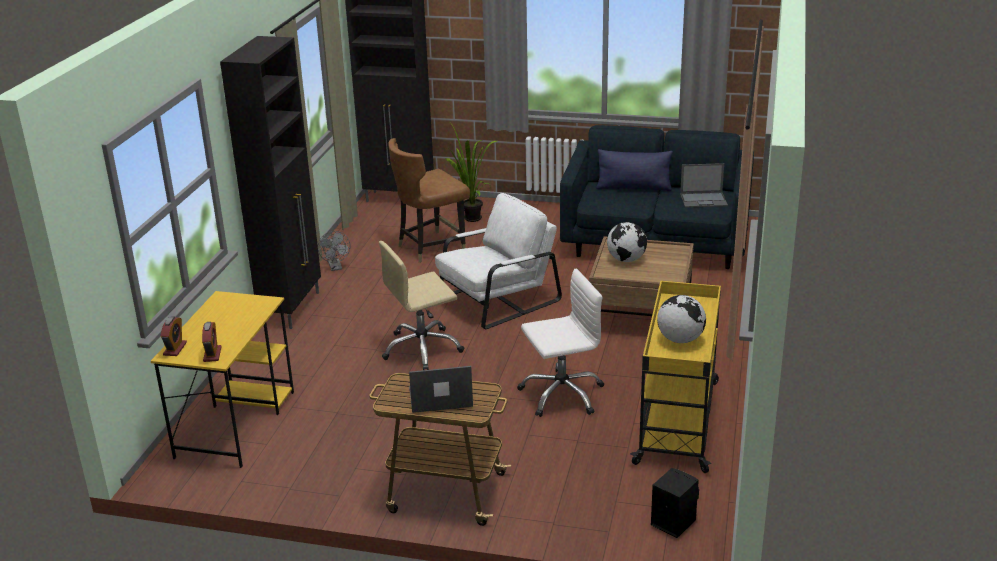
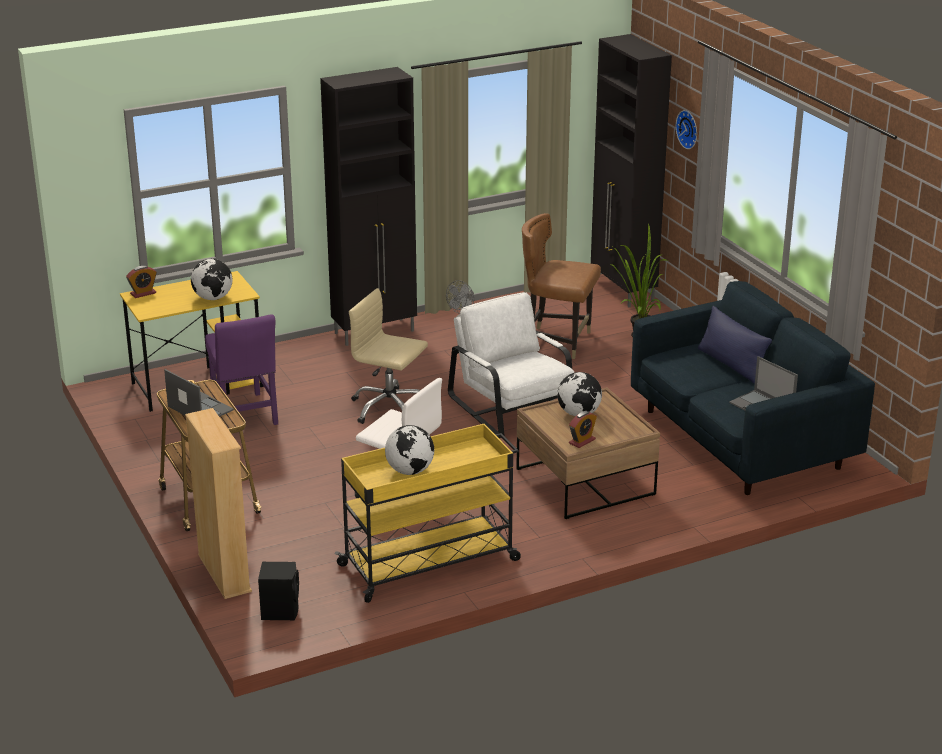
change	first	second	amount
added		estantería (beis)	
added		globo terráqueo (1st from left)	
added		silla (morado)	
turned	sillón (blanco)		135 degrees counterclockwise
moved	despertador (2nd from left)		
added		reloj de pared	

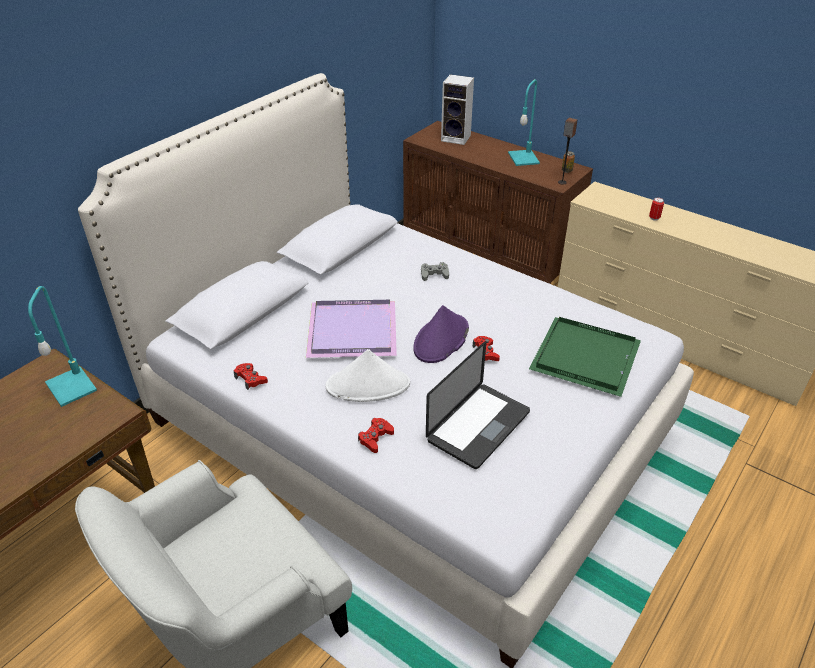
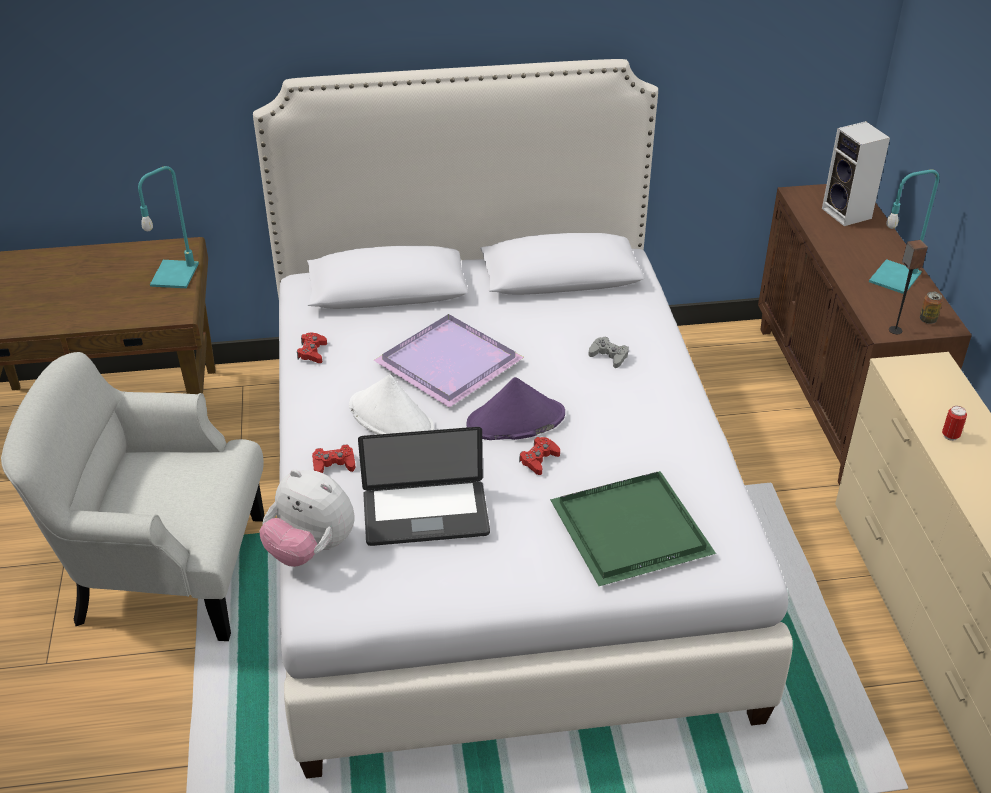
change	first	second	amount
added		peluche	

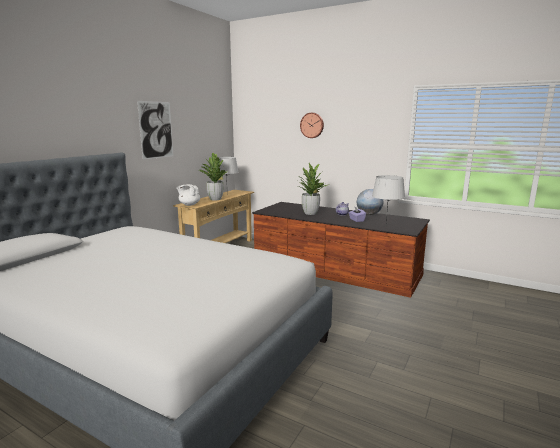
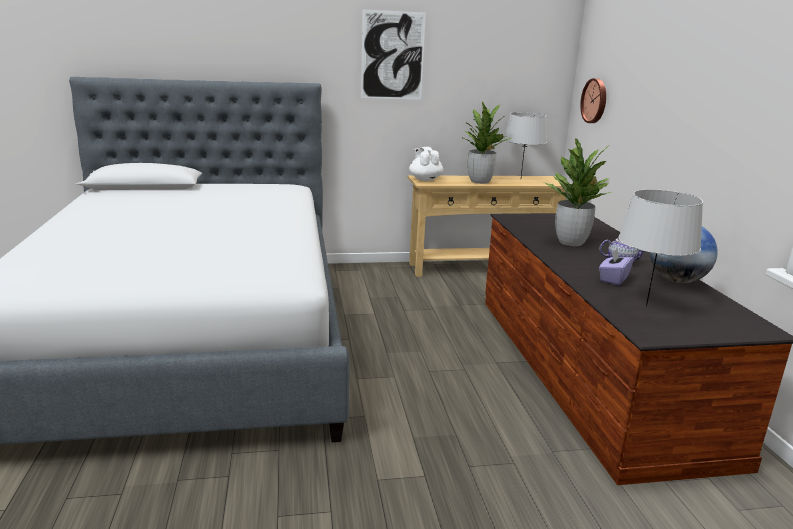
change	first	second	amount
moved	reloj de pared		

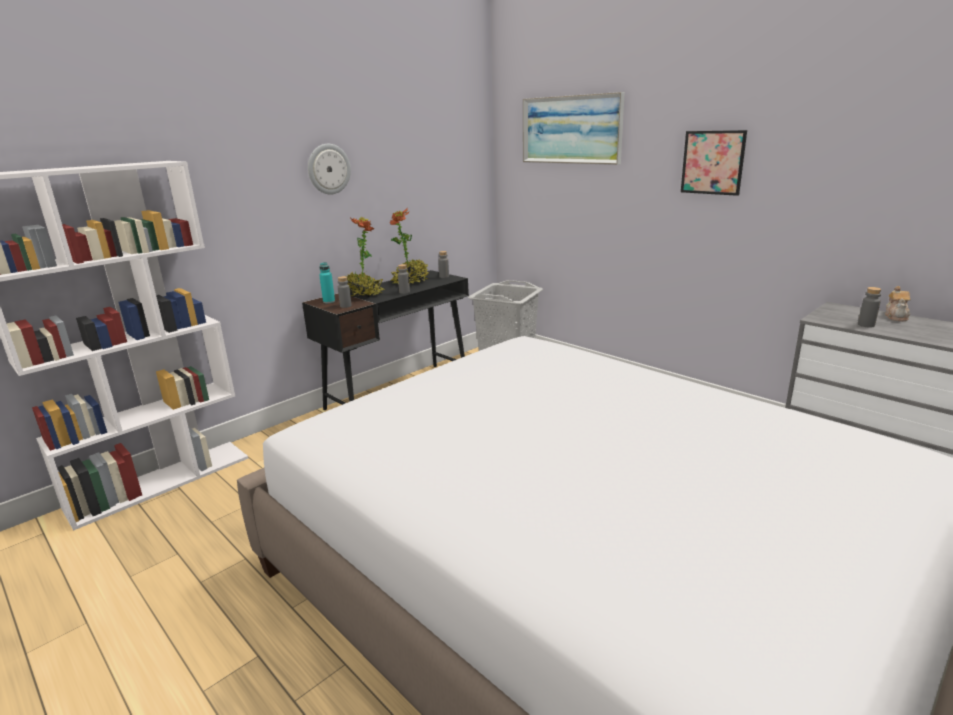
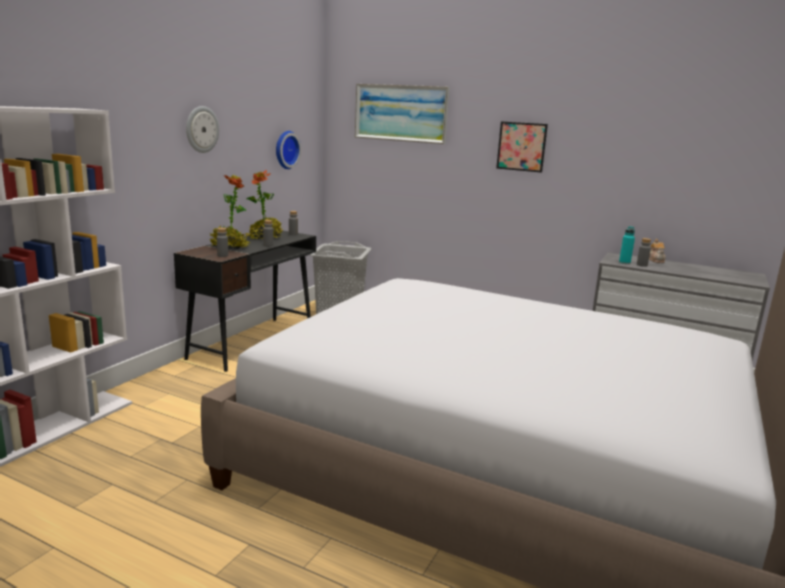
change	first	second	amount
added		reloj de pared (2nd from left)	
moved	botella (turquesa)		

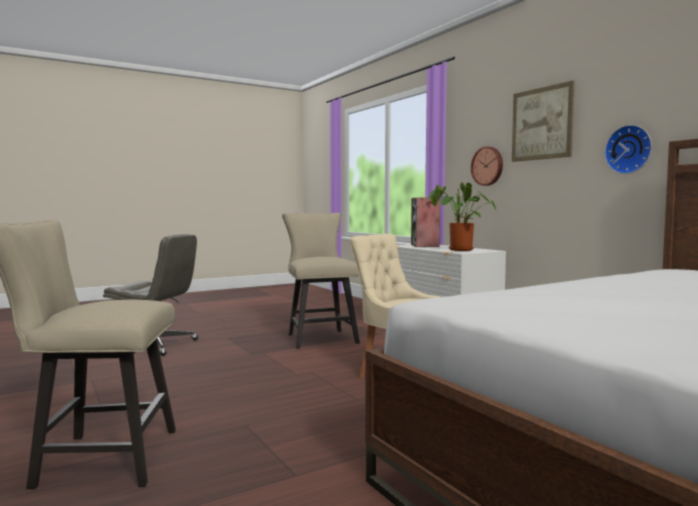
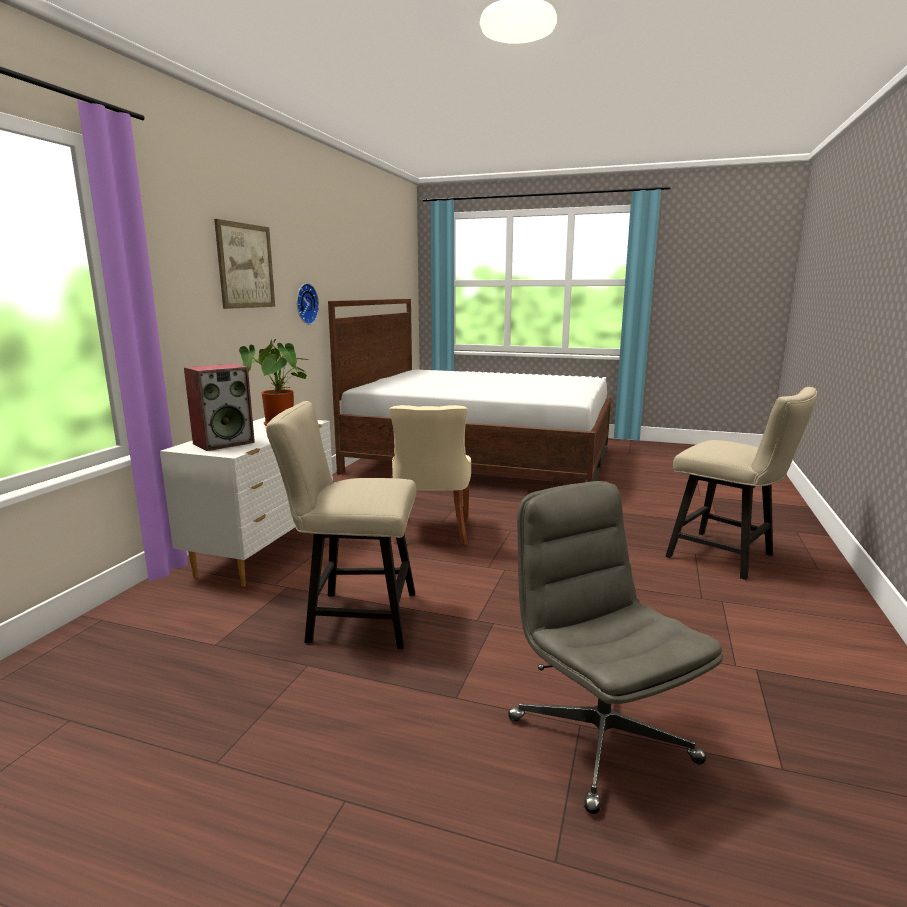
change	first	second	amount
turned	silla (beis) (2nd from left in the first image)	silla (beis) (1st from left)	60 degrees clockwise
removed	reloj de pared (1st from left)		

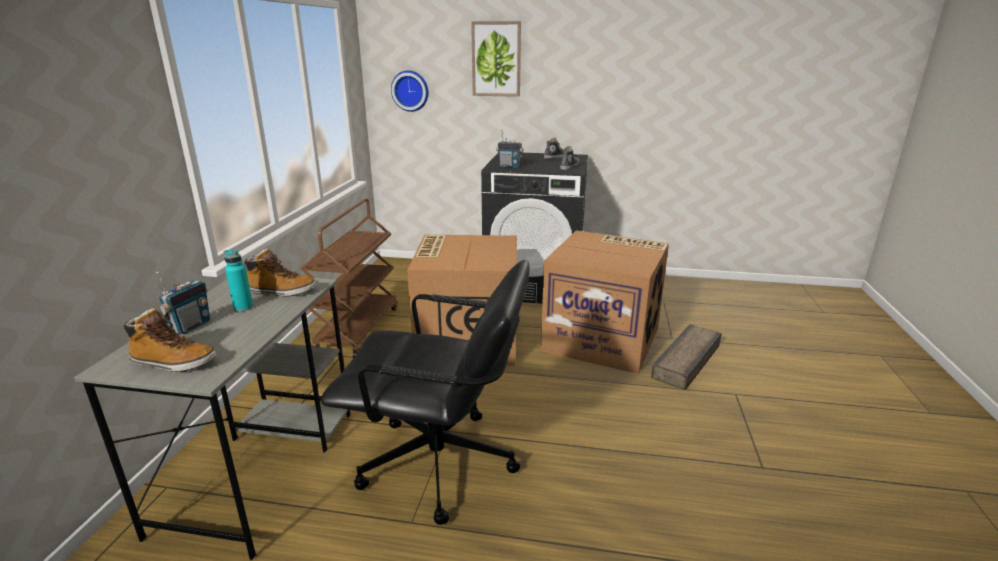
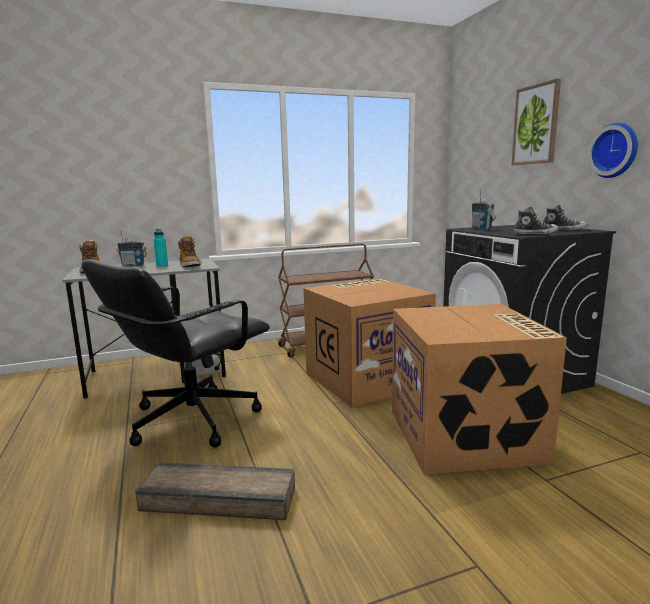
change	first	second	amount
turned	silla de oficina (negro)		60 degrees clockwise
moved	caja de embalaje		
moved	reloj de pared		

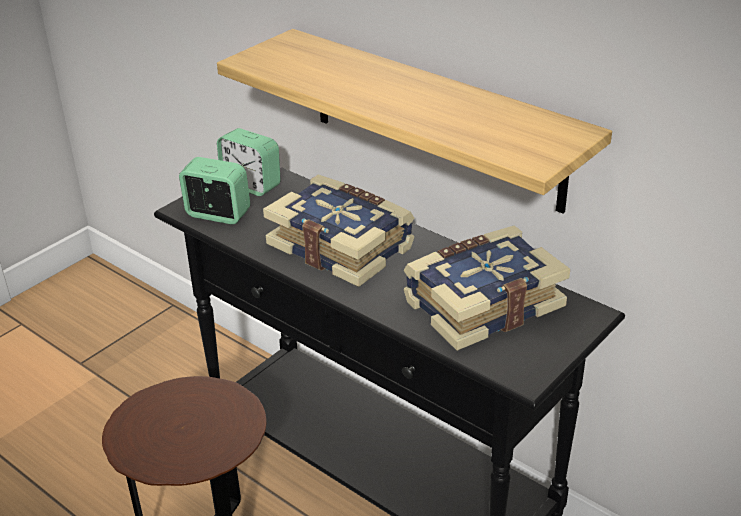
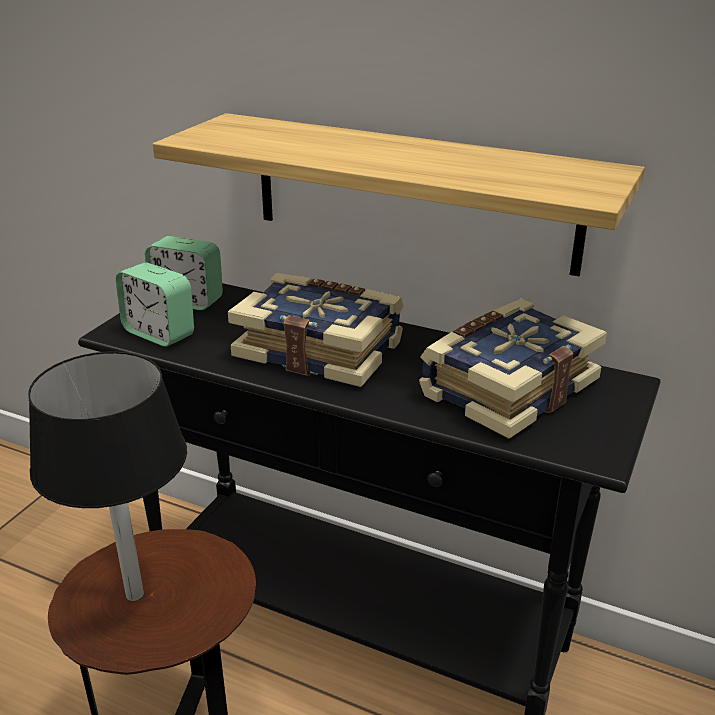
change	first	second	amount
added		lámpara de mesa (negro)	
turned	despertador (1st from left)		150 degrees counterclockwise

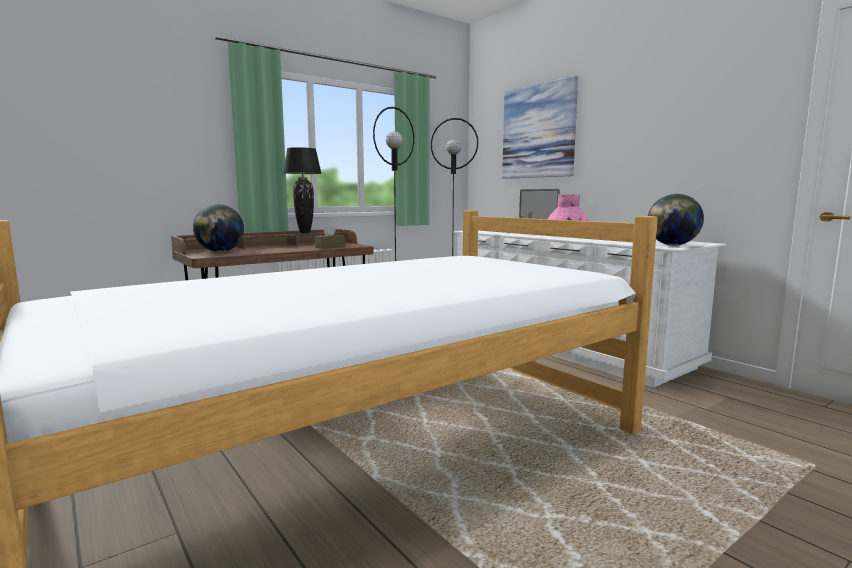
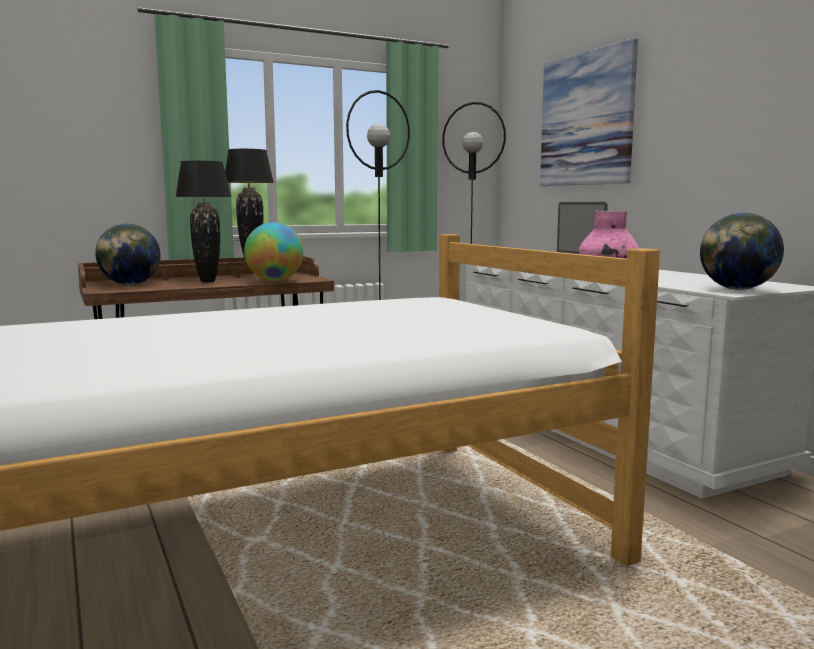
change	first	second	amount
added		lámpara de mesa (negro) (1st from left)	
replaced	caja de pañuelos (marrón)	globo terráqueo (2nd from left)	

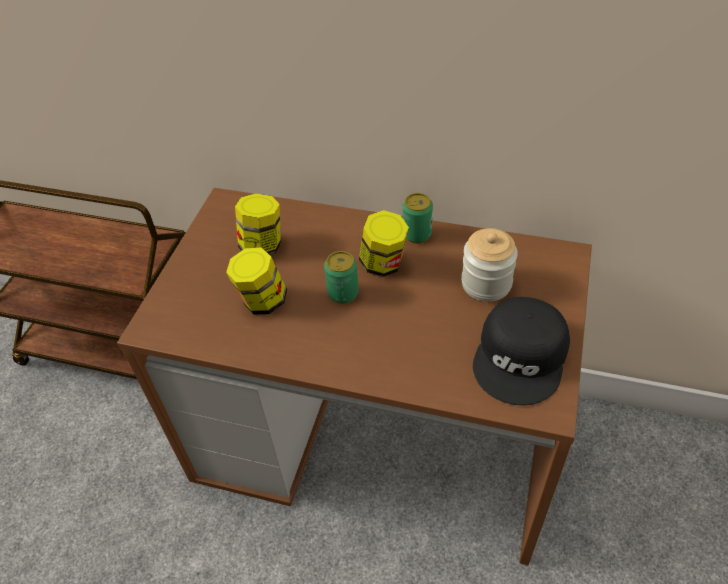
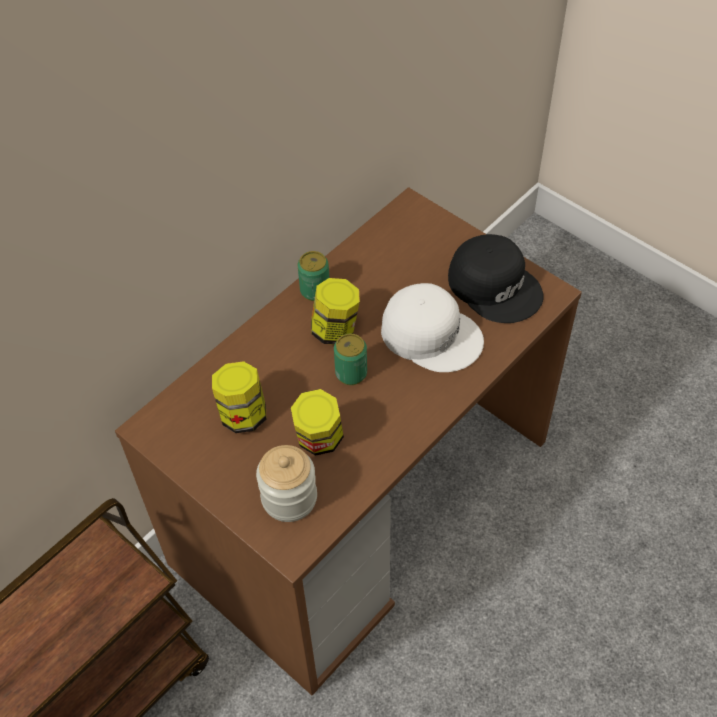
change	first	second	amount
moved	tarro (4th from left in the first image)	tarro (2nd from left)	
added		gorra (blanco)	

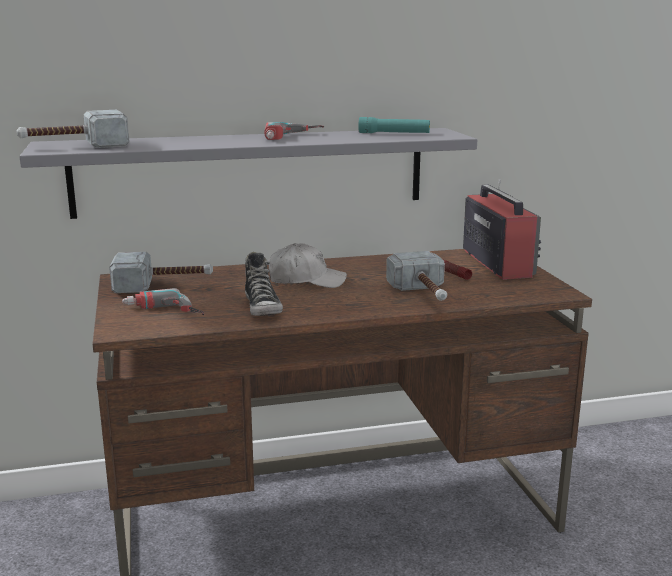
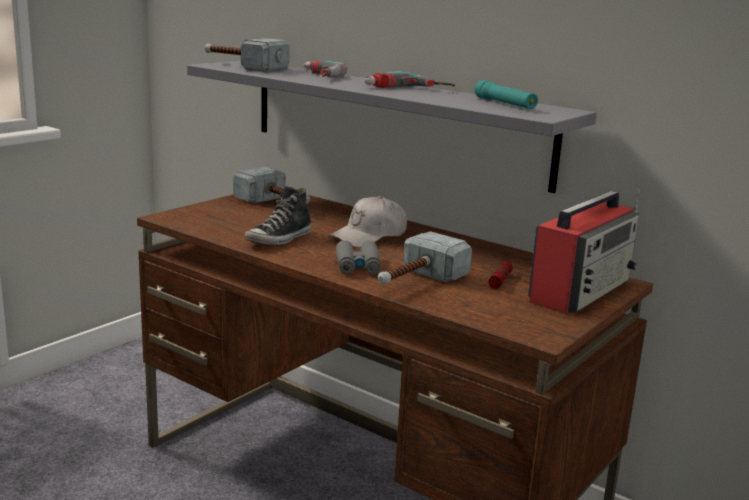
change	first	second	amount
moved	taladro (1st from left)		
turned	gorra (blanco)		90 degrees clockwise
added		prismáticos (gris)	

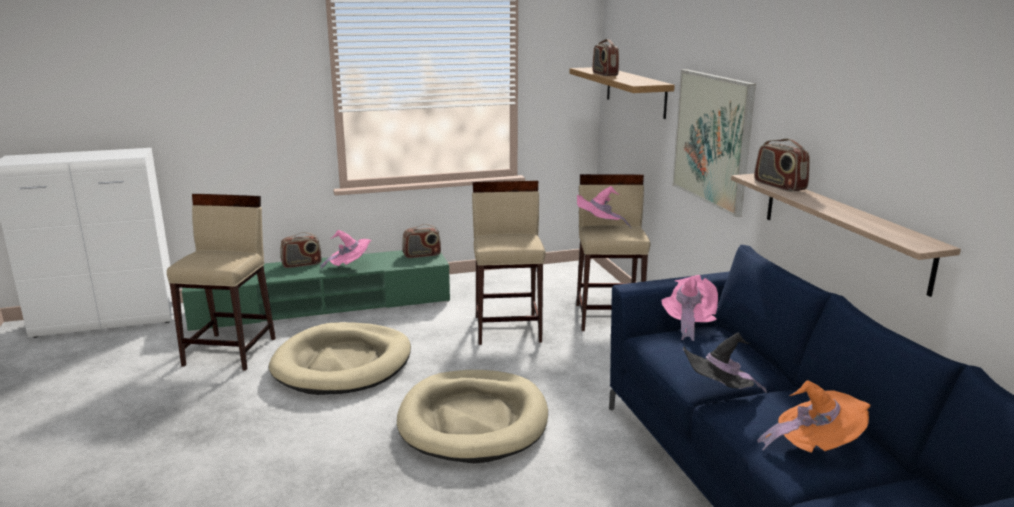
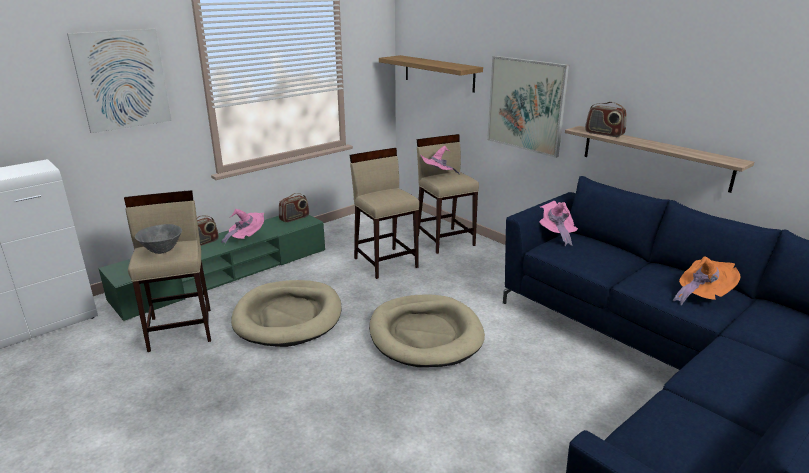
change	first	second	amount
added		cuadro (1st from left)	
added		cuenco (gris)	
removed	radio (3rd from left)		
removed	sombrero (negro)		

